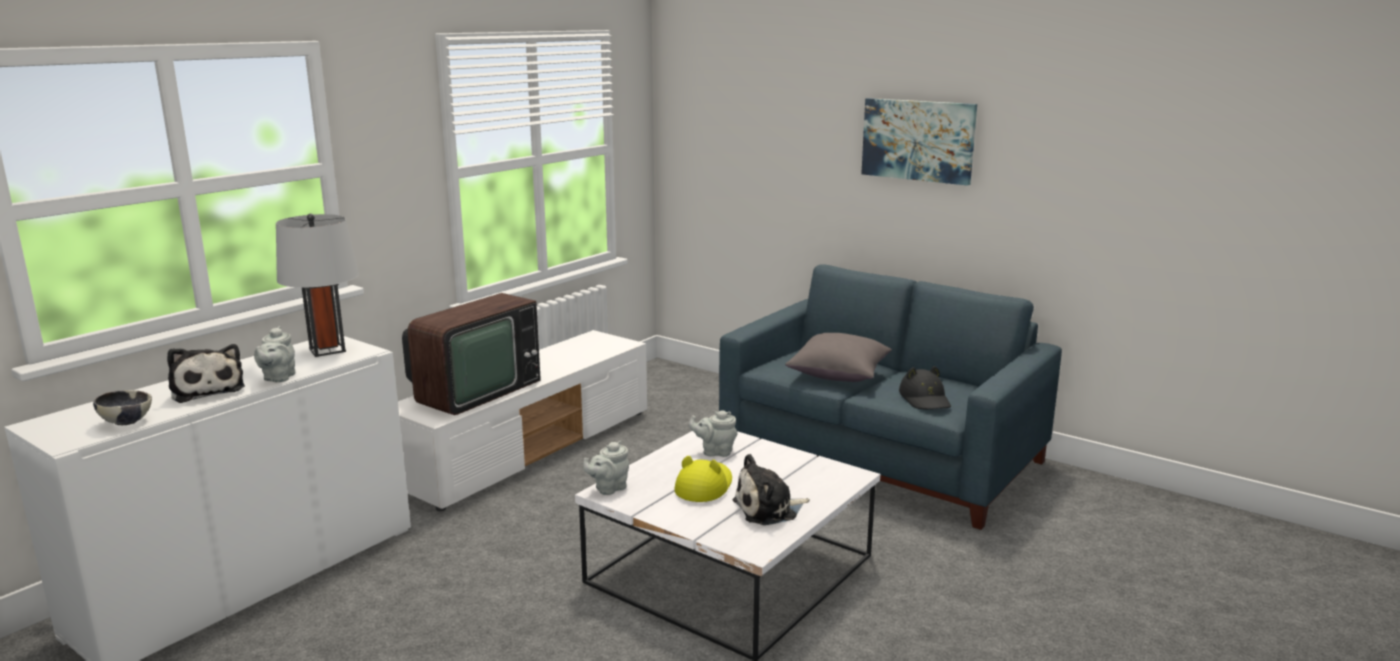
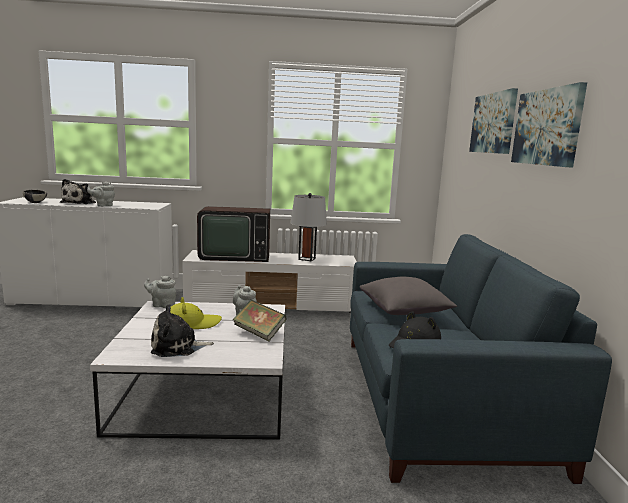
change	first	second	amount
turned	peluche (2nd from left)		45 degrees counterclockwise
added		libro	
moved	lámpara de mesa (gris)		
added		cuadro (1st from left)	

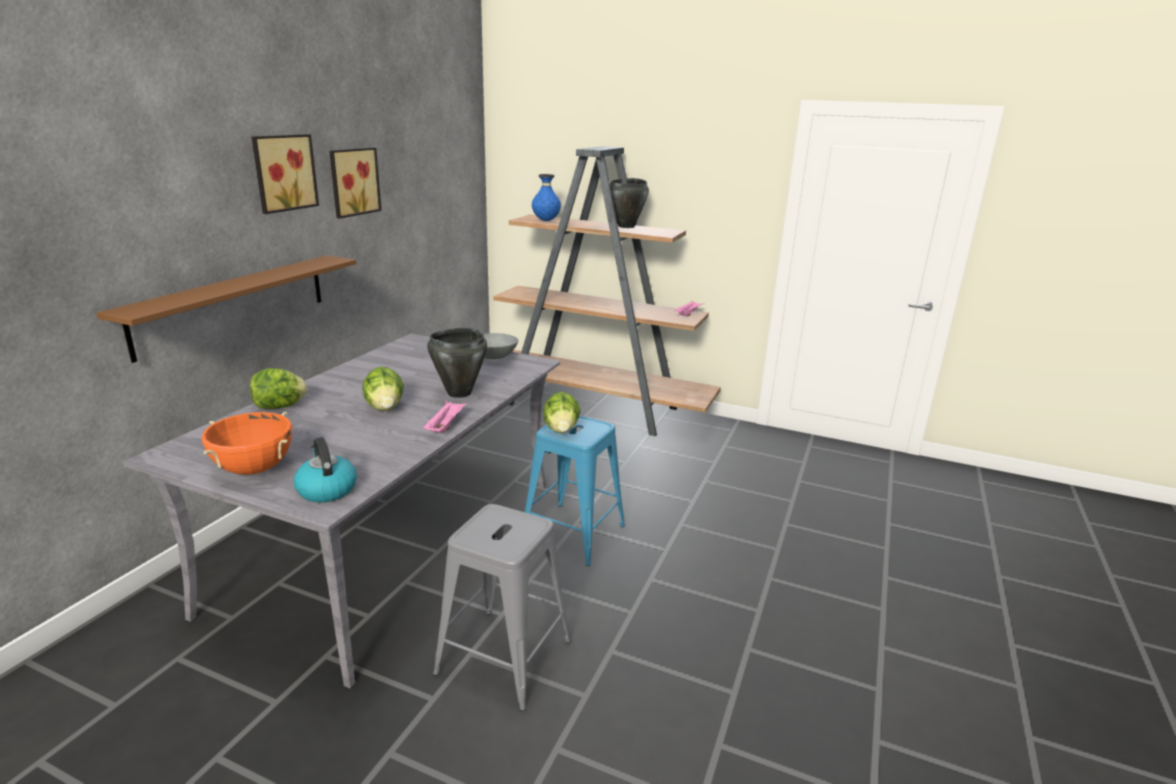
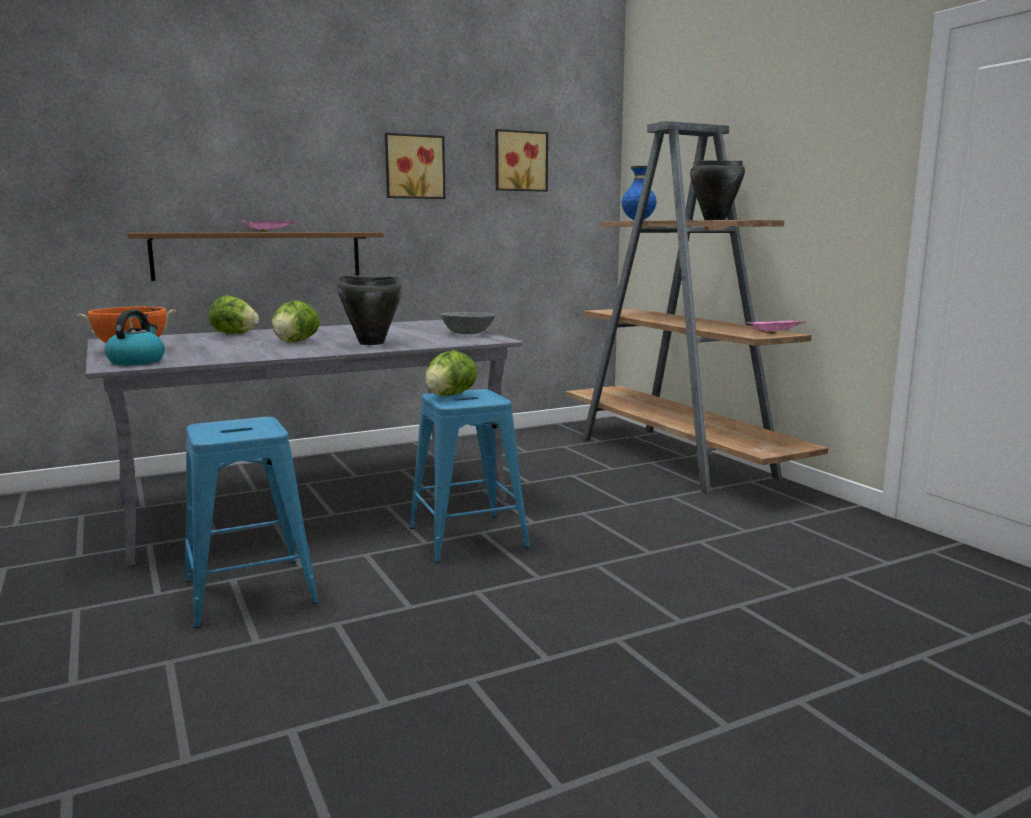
change	first	second	amount
recoloured	taburete (gris)	taburete (azul) (1st from left)	
moved	bandeja (rosa) (1st from left)		
moved	cuadro (1st from left in the first image)	cuadro (2nd from left)	

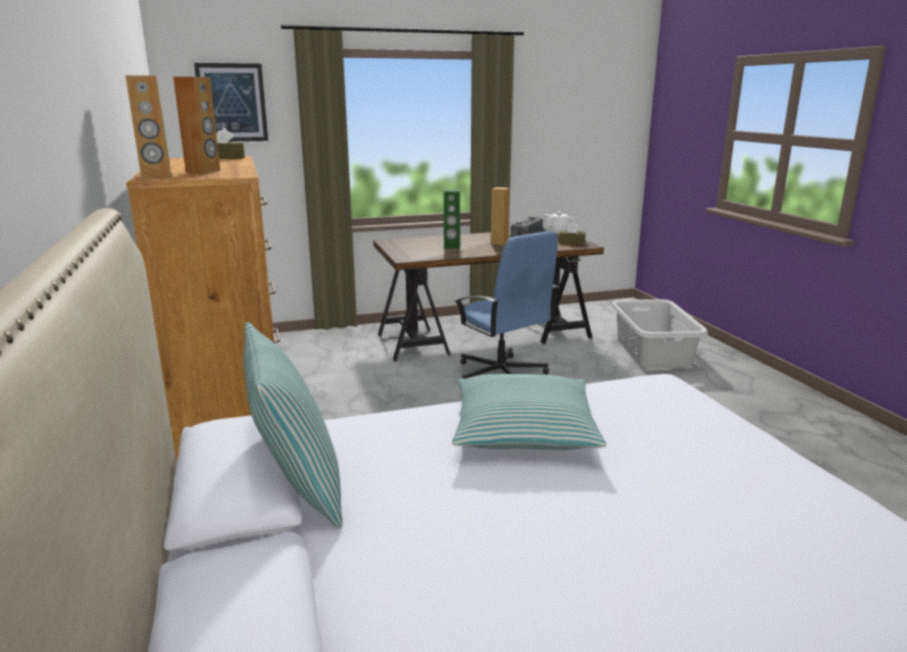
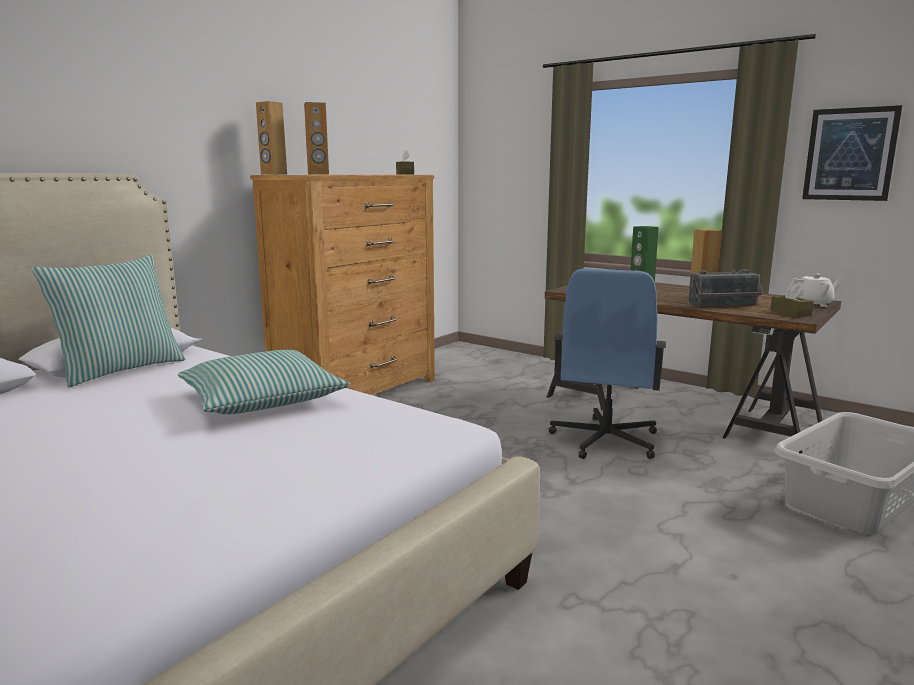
change	first	second	amount
moved	cuadro		

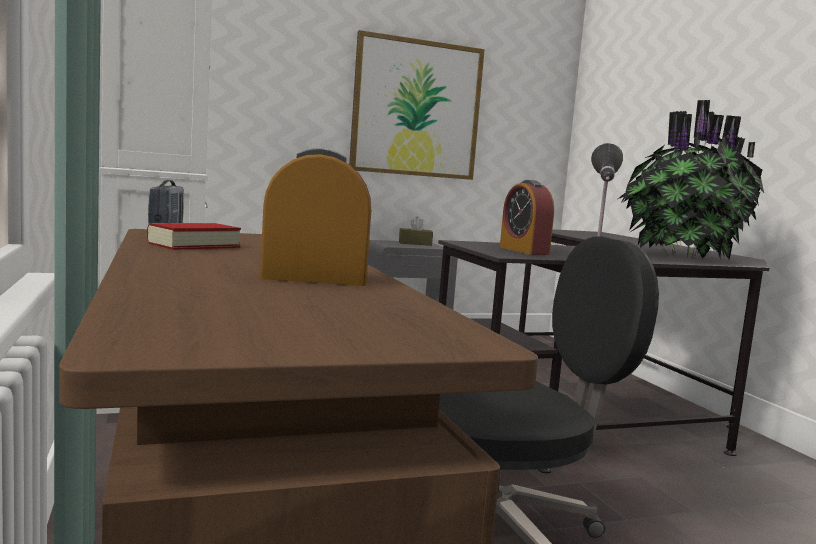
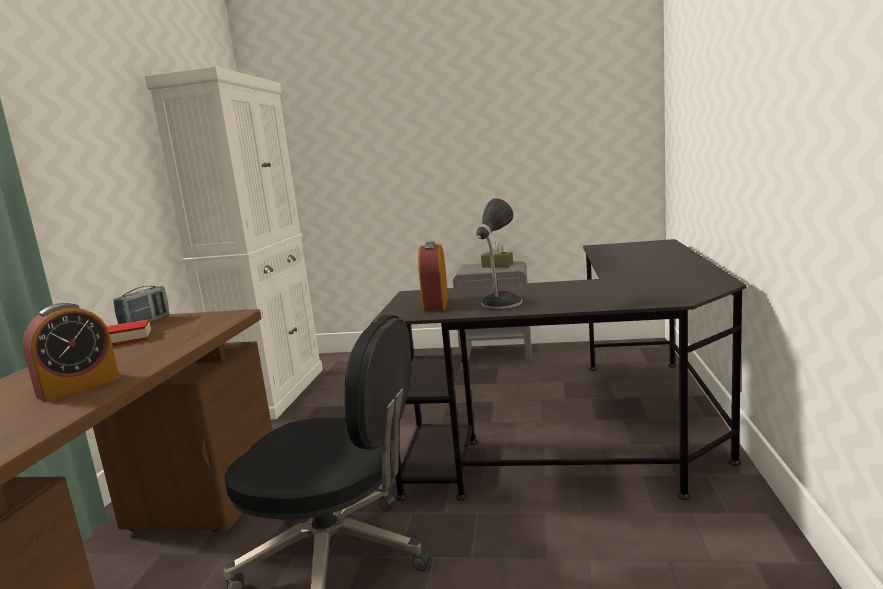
change	first	second	amount
turned	despertador (1st from left)		105 degrees clockwise
removed	cuadro		
removed	planta en maceta		

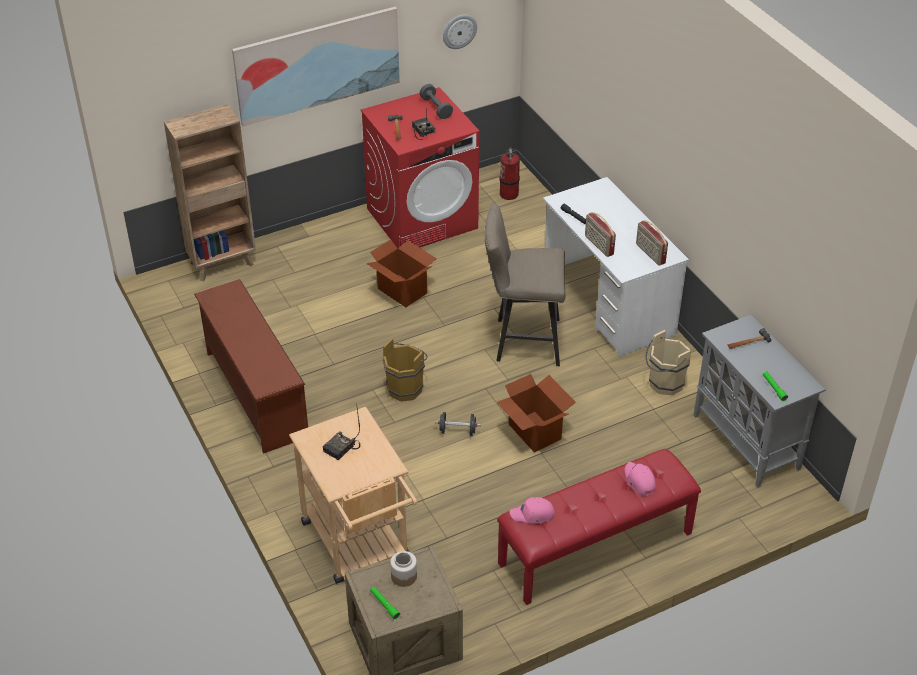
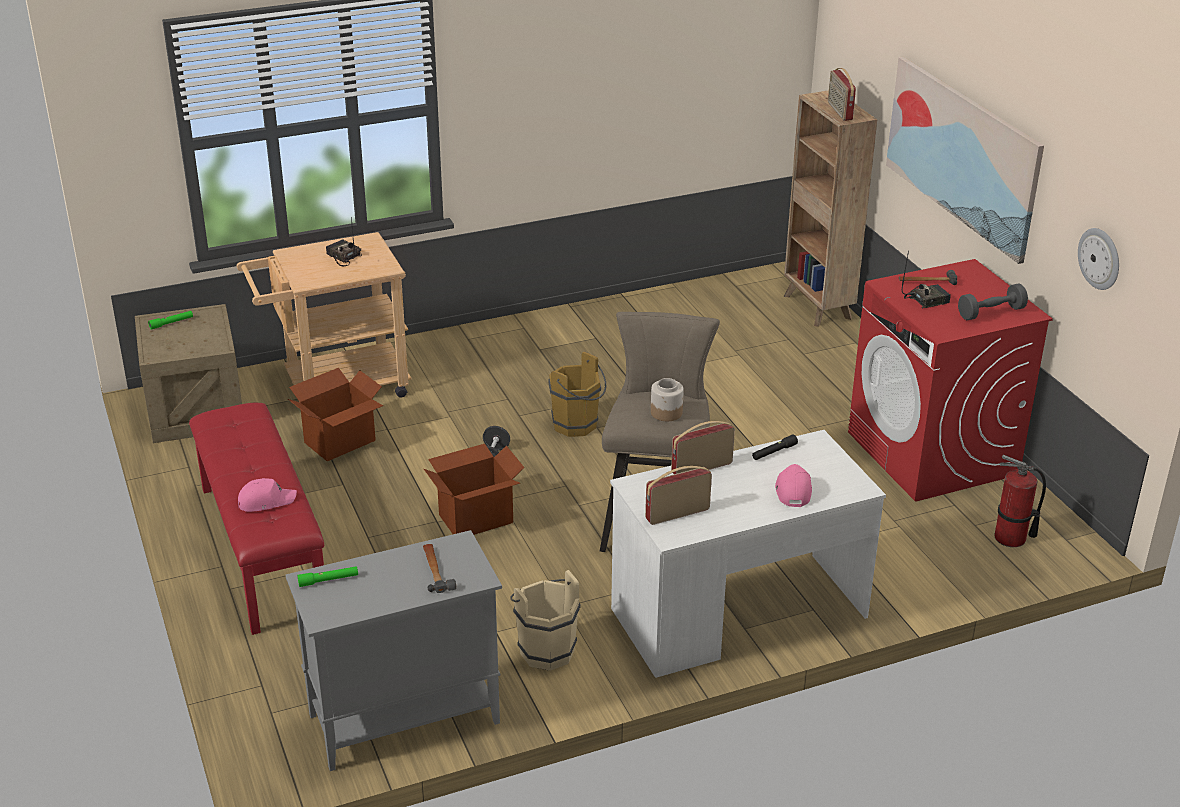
change	first	second	amount
moved	caja de cartón (1st from left)		
moved	tarro		
moved	gorra (rosa) (1st from left in the first image)	gorra (rosa) (2nd from left)	
added		radio (4th from left)	
removed	zapatero (marrón)		

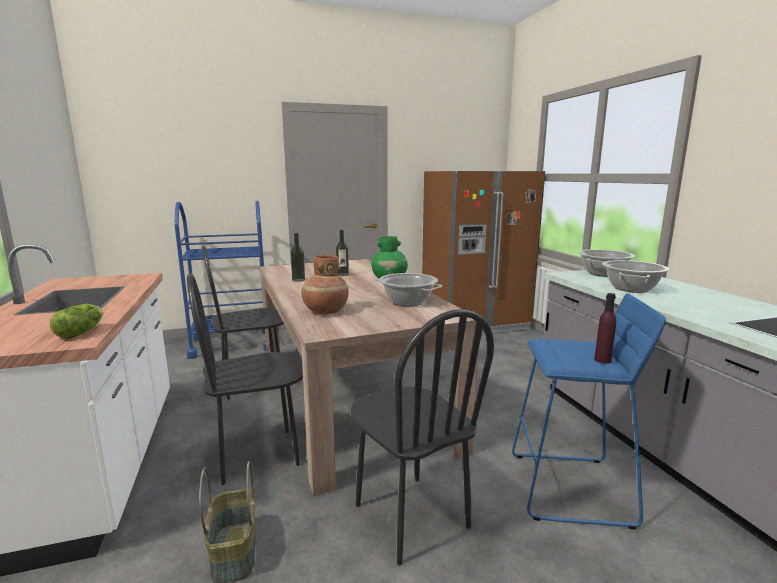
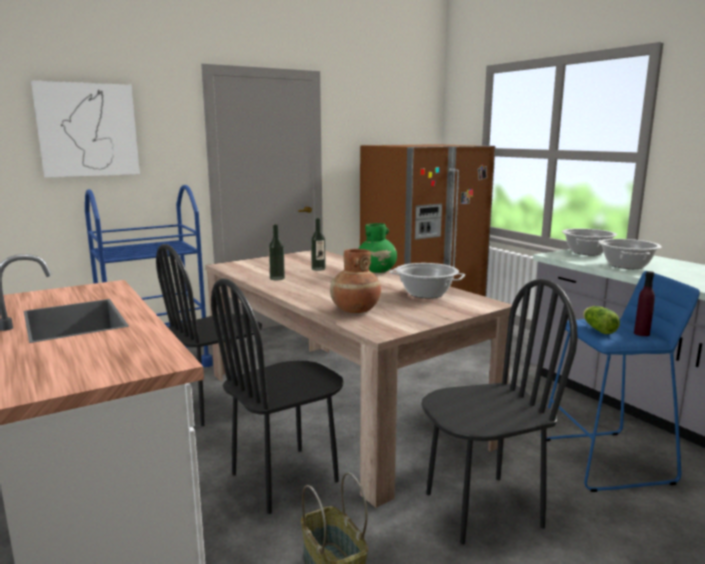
change	first	second	amount
added		cuadro	
turned	silla (negro) (3rd from left)		60 degrees counterclockwise
moved	lechuga		

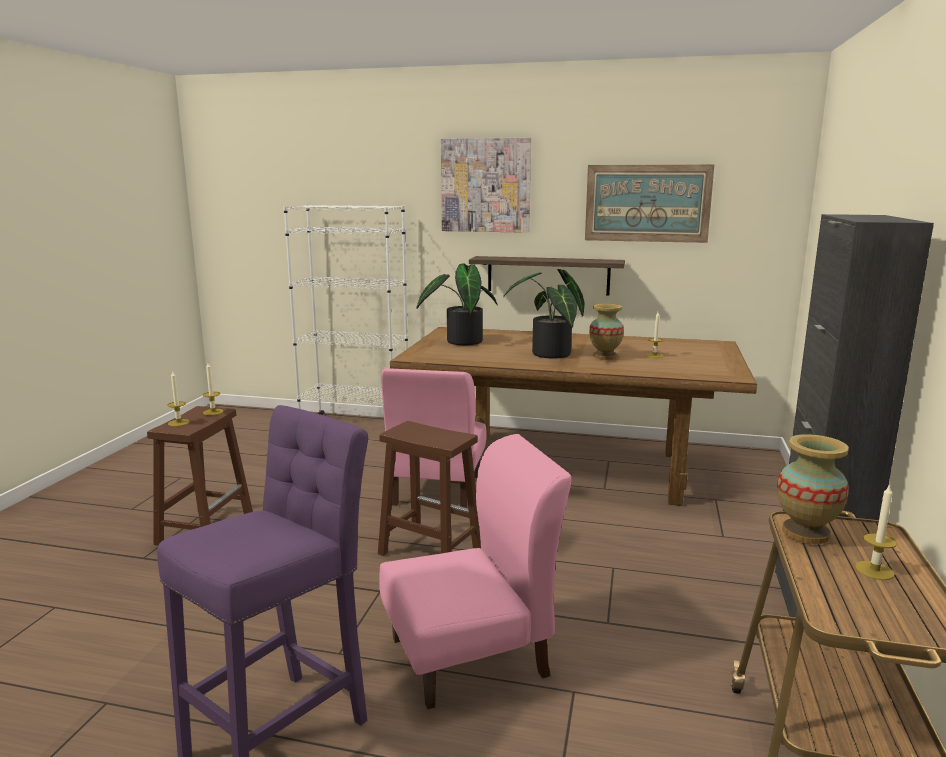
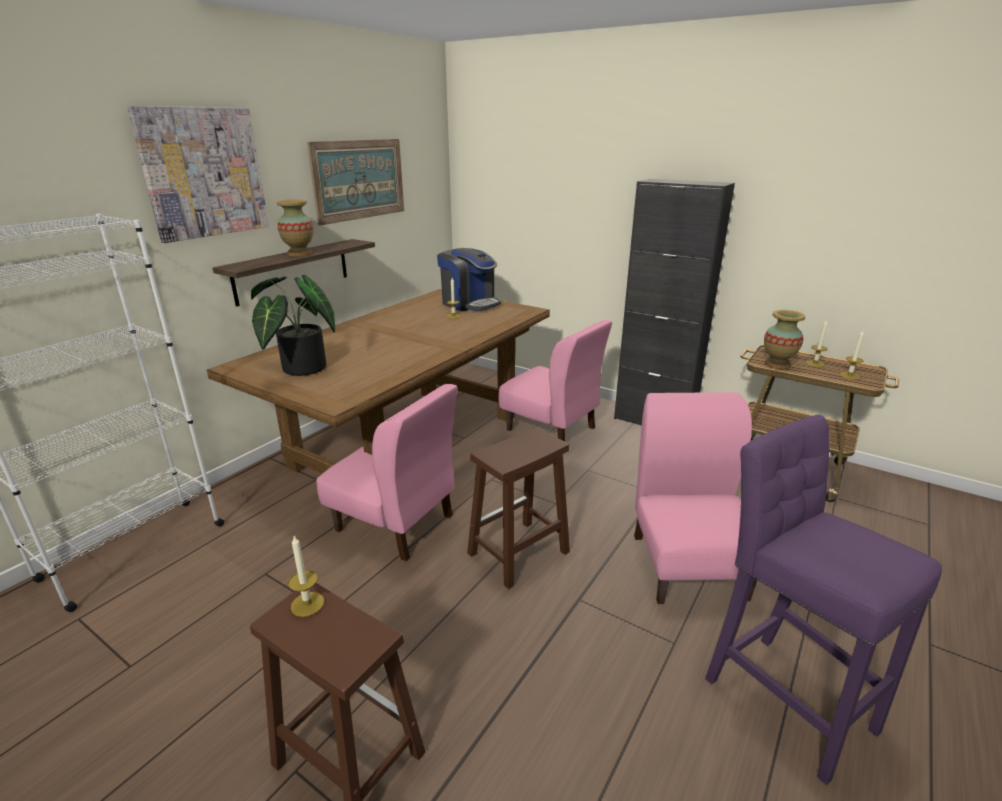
change	first	second	amount
moved	florero (1st from left)		
added		cafetera	
added		silla (rosa) (2nd from left)	
moved	vela (1st from left in the first image)	vela (4th from left)	
removed	planta en maceta (2nd from left)		

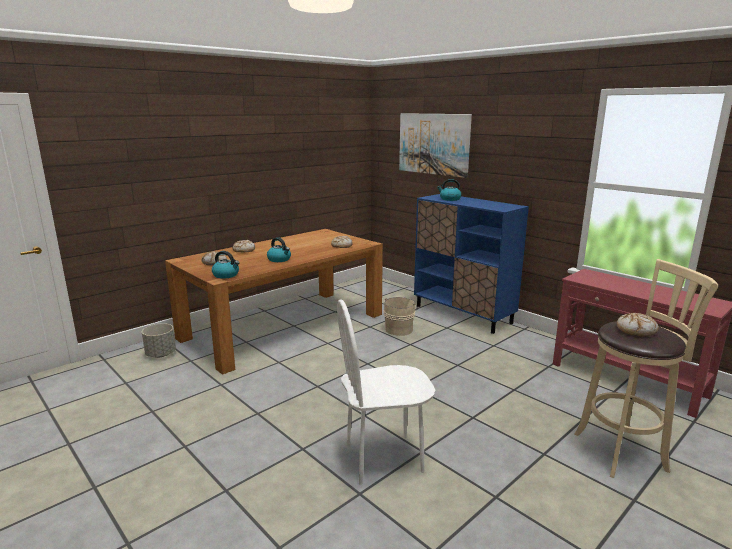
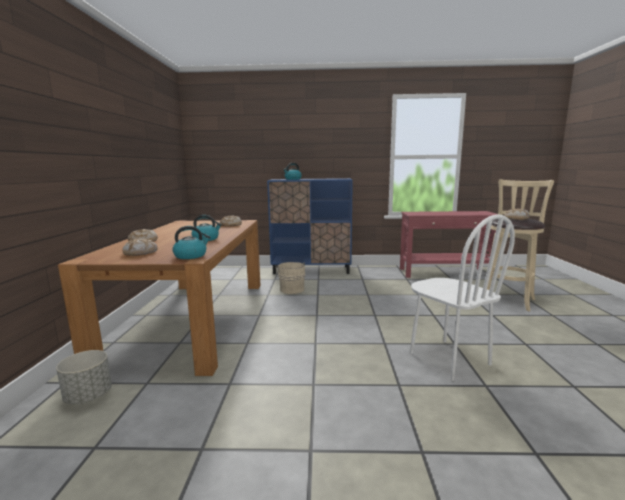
change	first	second	amount
turned	silla (blanco)		60 degrees counterclockwise
removed	cuadro		

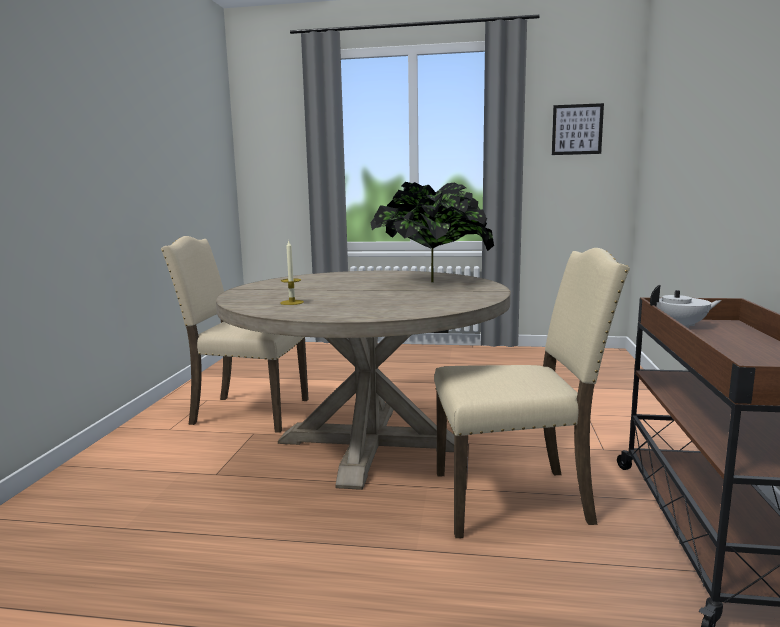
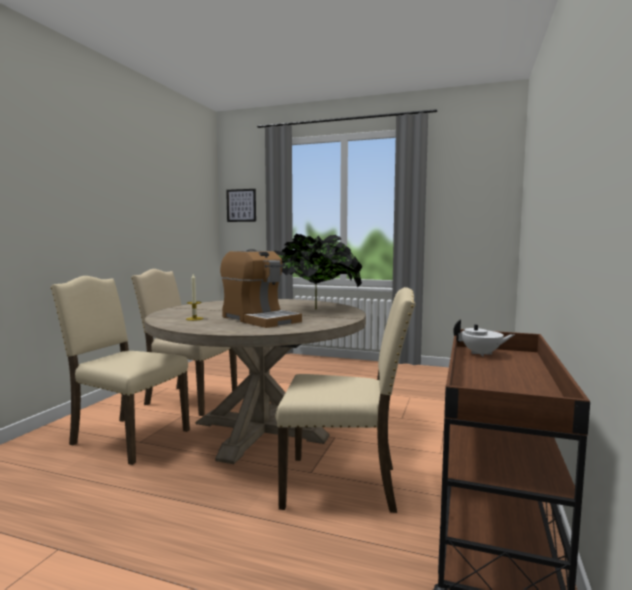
change	first	second	amount
added		silla (beis) (1st from left)	
added		cafetera	
moved	cuadro		

